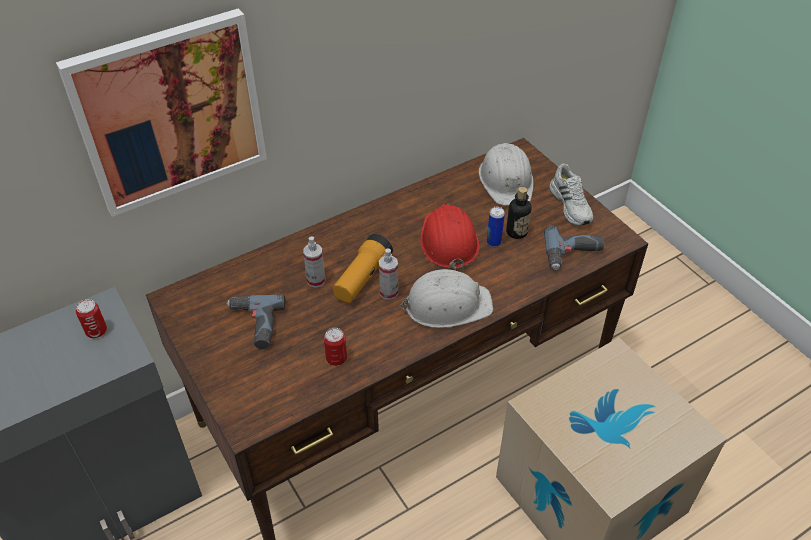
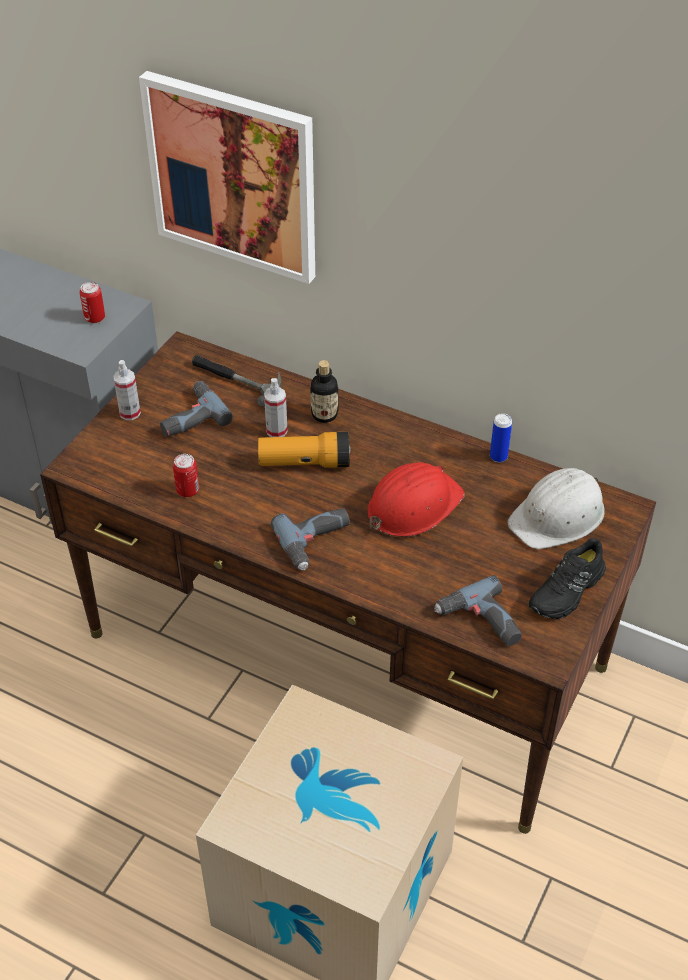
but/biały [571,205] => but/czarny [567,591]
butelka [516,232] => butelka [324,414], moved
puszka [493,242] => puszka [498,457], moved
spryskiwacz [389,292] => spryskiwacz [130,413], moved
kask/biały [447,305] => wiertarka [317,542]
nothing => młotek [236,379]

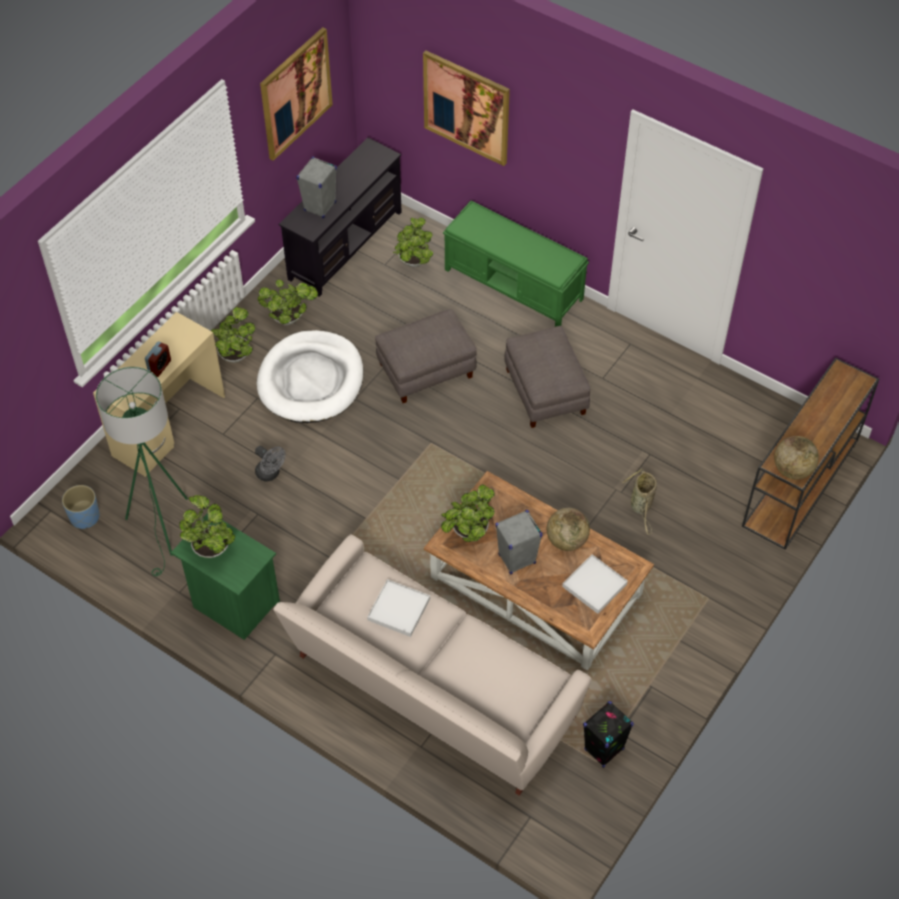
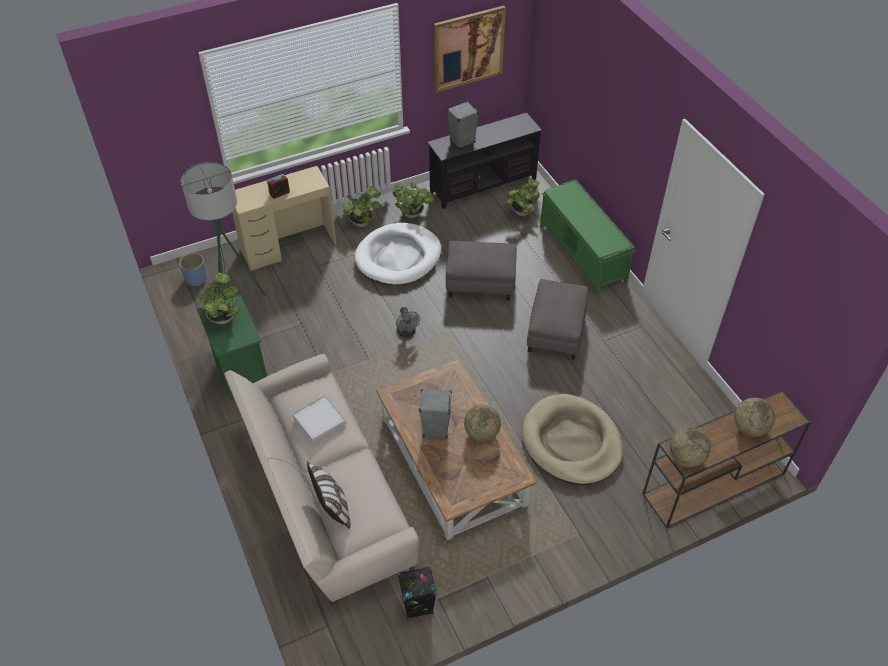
obraz [466,107] => nothing
wentylator/szary [270,474] => wentylator/szary [407,333], moved
koszyk [641,506] => legowisko/beżowy [571,442]
roślina doniczkowa [468,532] => nothing
taca/biały [594,585] => nothing
nothing => globus [749,428]
nothing => poduszka [333,508]

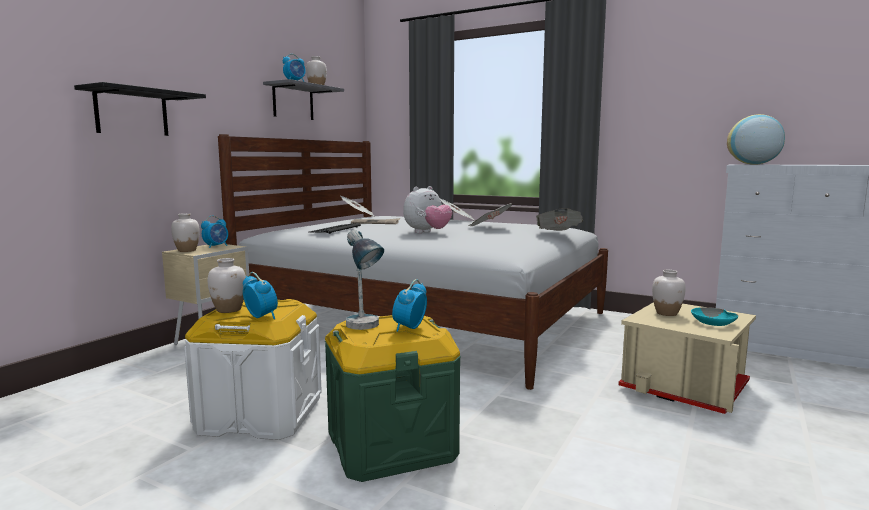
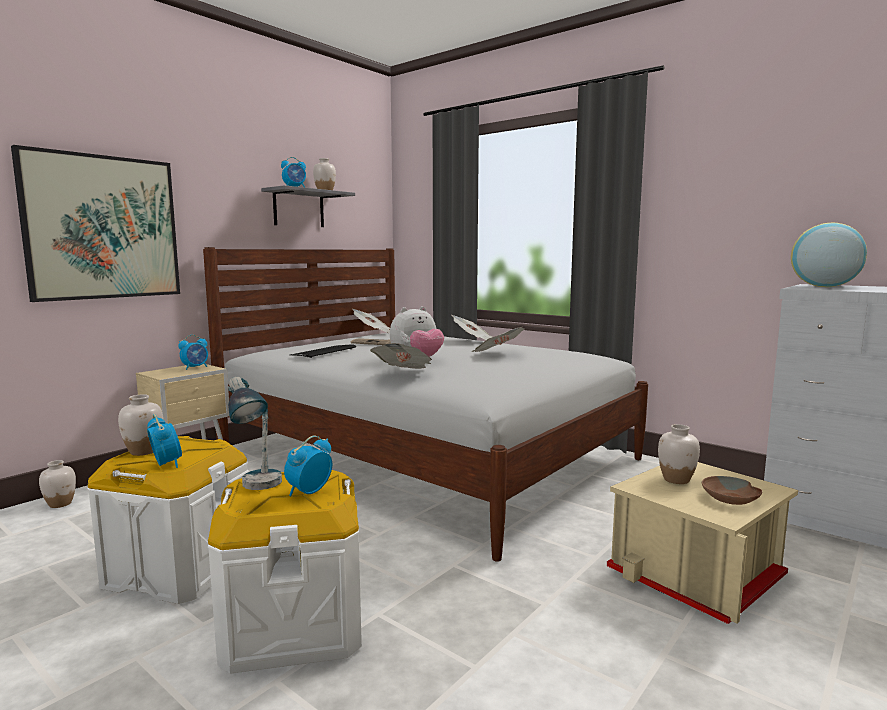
półka/czarny [132,113] => obraz [103,227]
gazeta [558,233] => gazeta [403,374], moved
wazon/biały [187,250] => wazon/biały [60,504], moved
miska/turkusowy [713,322] => miska/brązowy [730,498]
pojemnik do przechowywania/zielony [391,445] => pojemnik do przechowywania/biały [294,624]

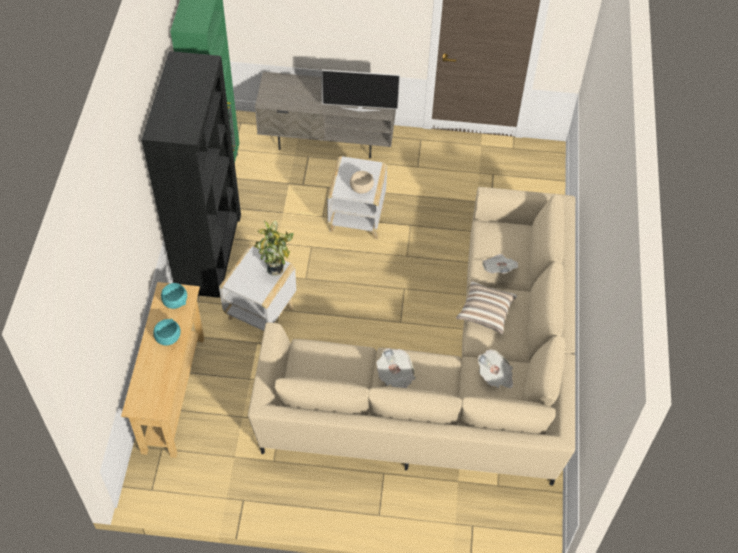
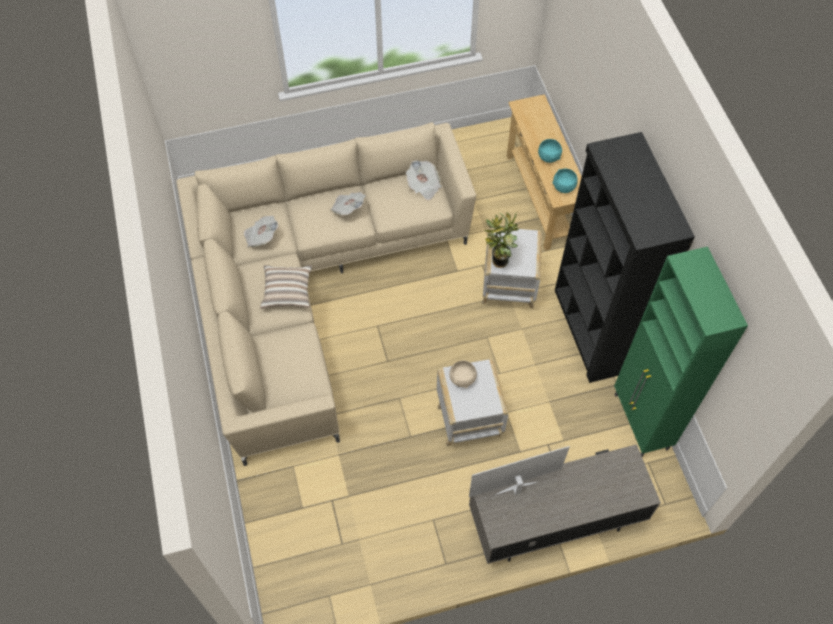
gazeta [498,269] => gazeta [423,186], moved

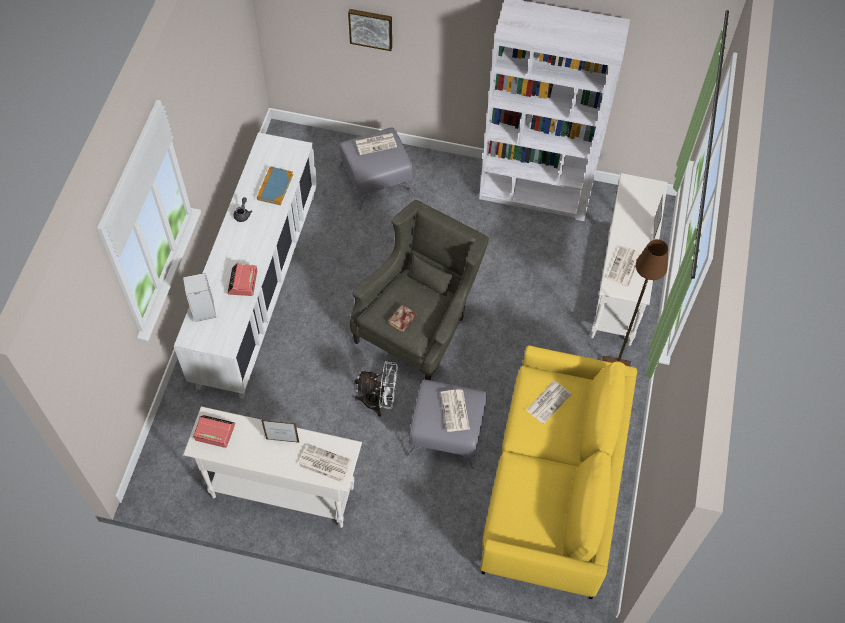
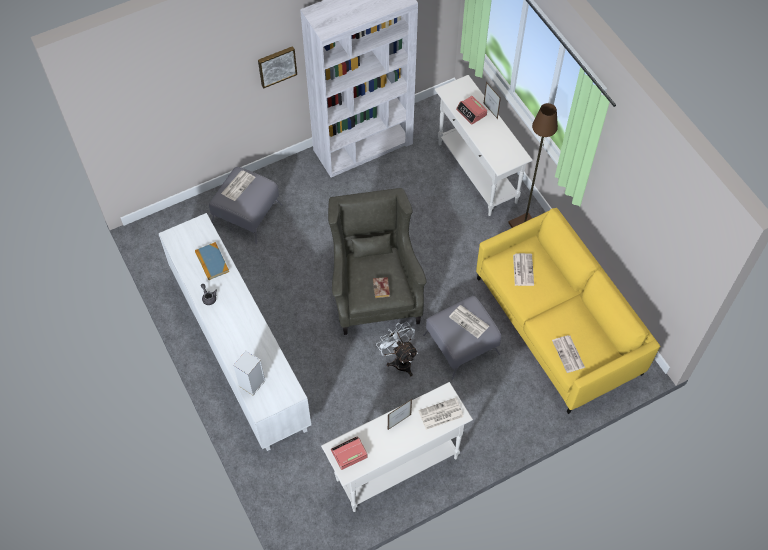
obraz [371,28] => obraz [276,65], moved
gazeta [624,267] => gazeta [569,354], moved
budzik [242,282] => budzik [471,112], moved
wentylator/biały [379,401] => wentylator/biały [399,360], 90 degrees counterclockwise

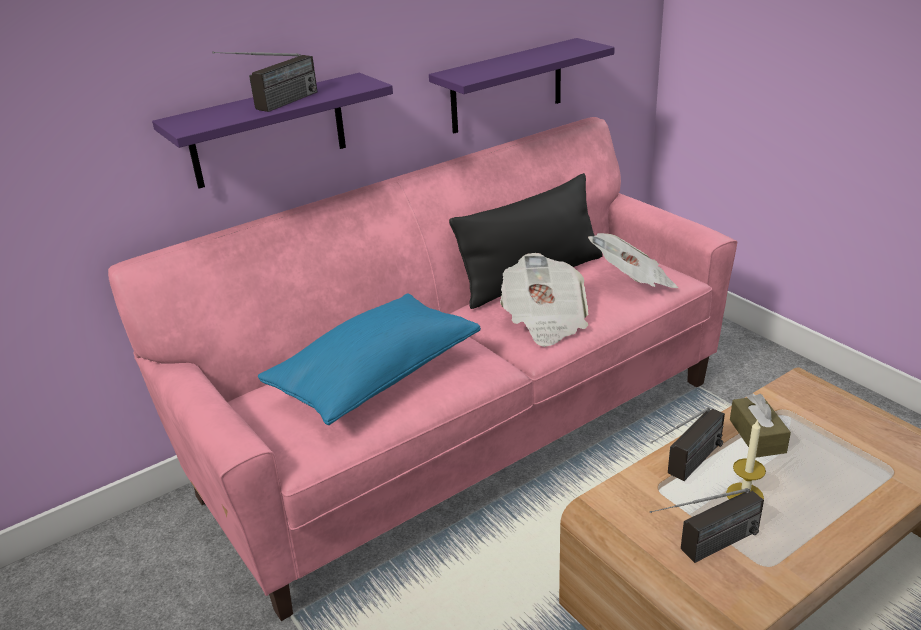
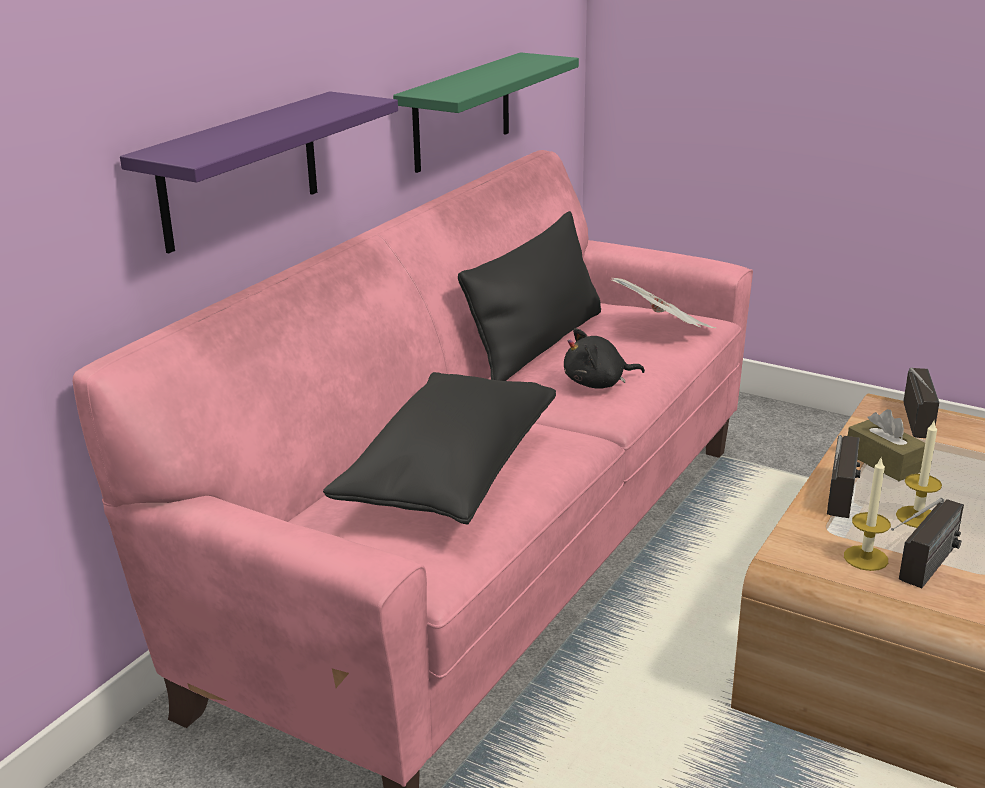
półka/fioletowy [507,86] => półka/zielony [462,112]
radio [274,106] => radio [923,430], moved
gazeta [544,321] => pluszak/czarny [598,383]
poduszka/niebieski [376,377] => poduszka/czarny [450,475]
nothing => świeca [865,558]

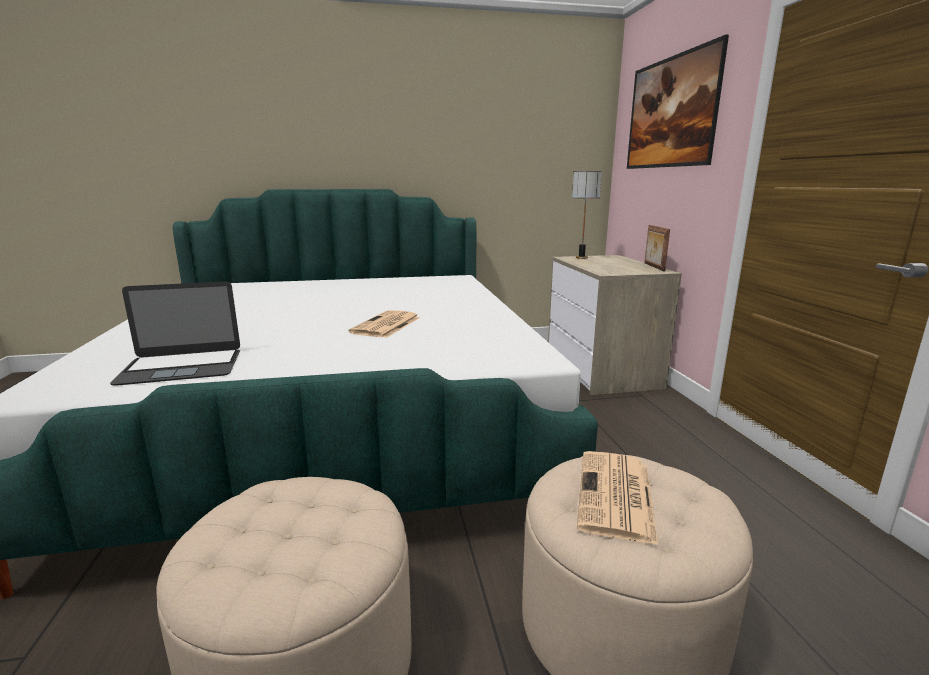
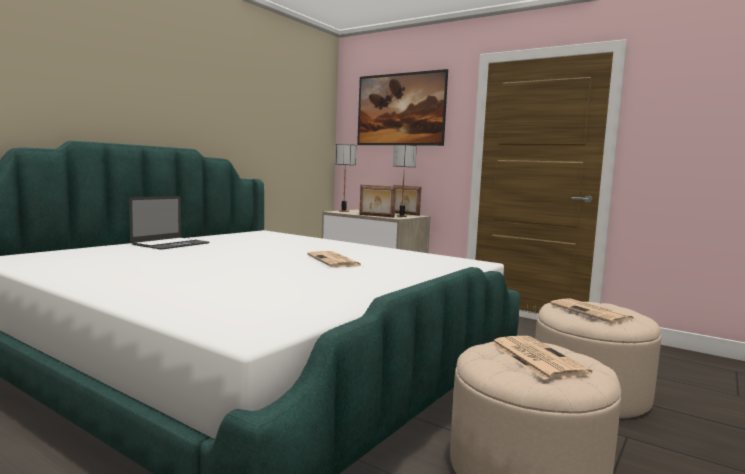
laptop [182,367] => laptop [170,244], moved
nothing => lampa stołowa [401,216]
nothing => ramka na zdjęcie [376,216]
nothing => gazeta [535,358]

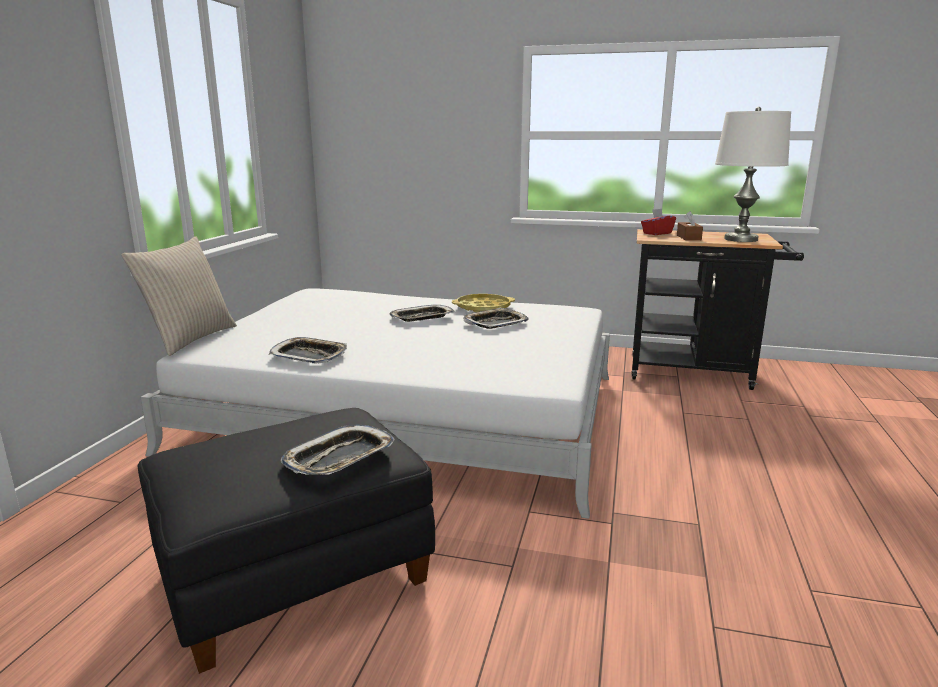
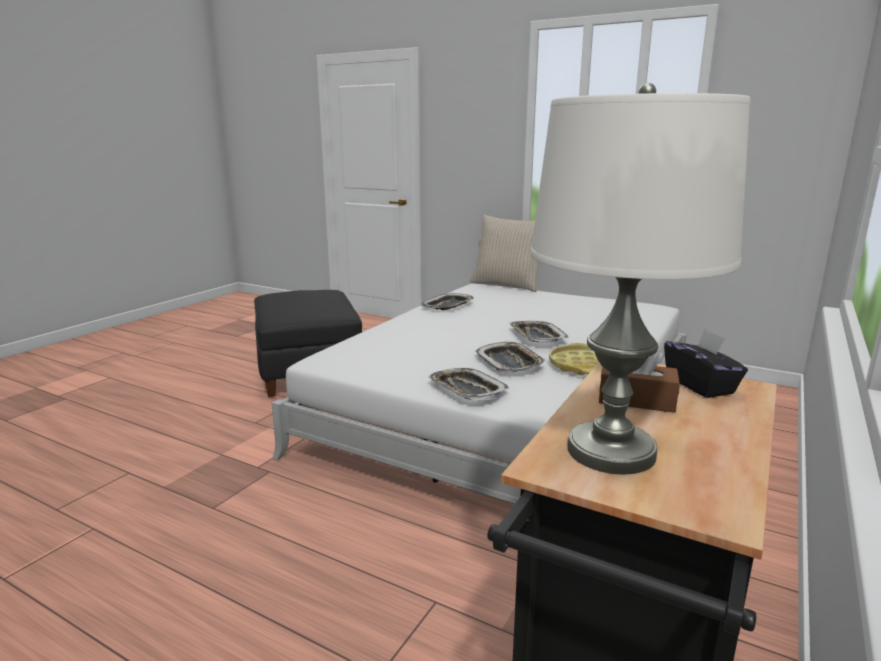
pudełko chusteczek/czerwony [657,233] => pudełko chusteczek/czarny [700,385]
taca [340,458] => taca [467,389], moved

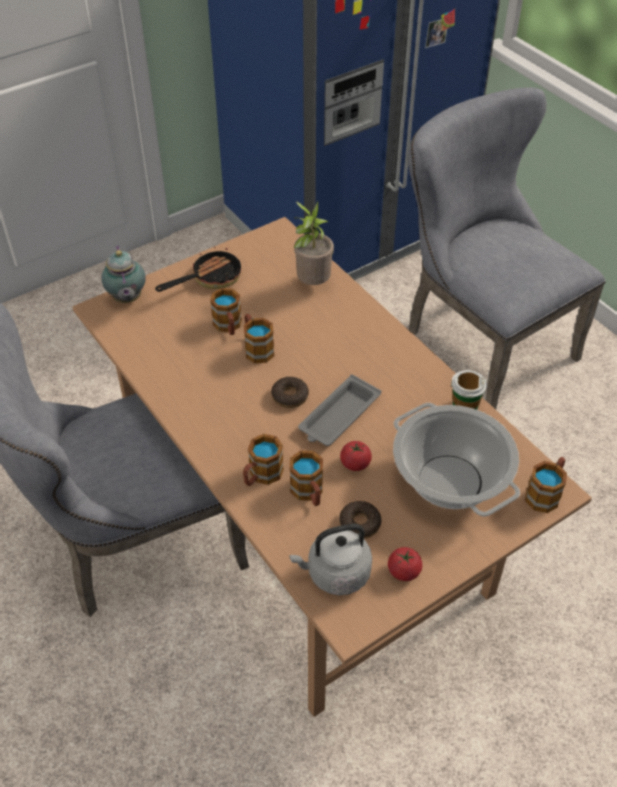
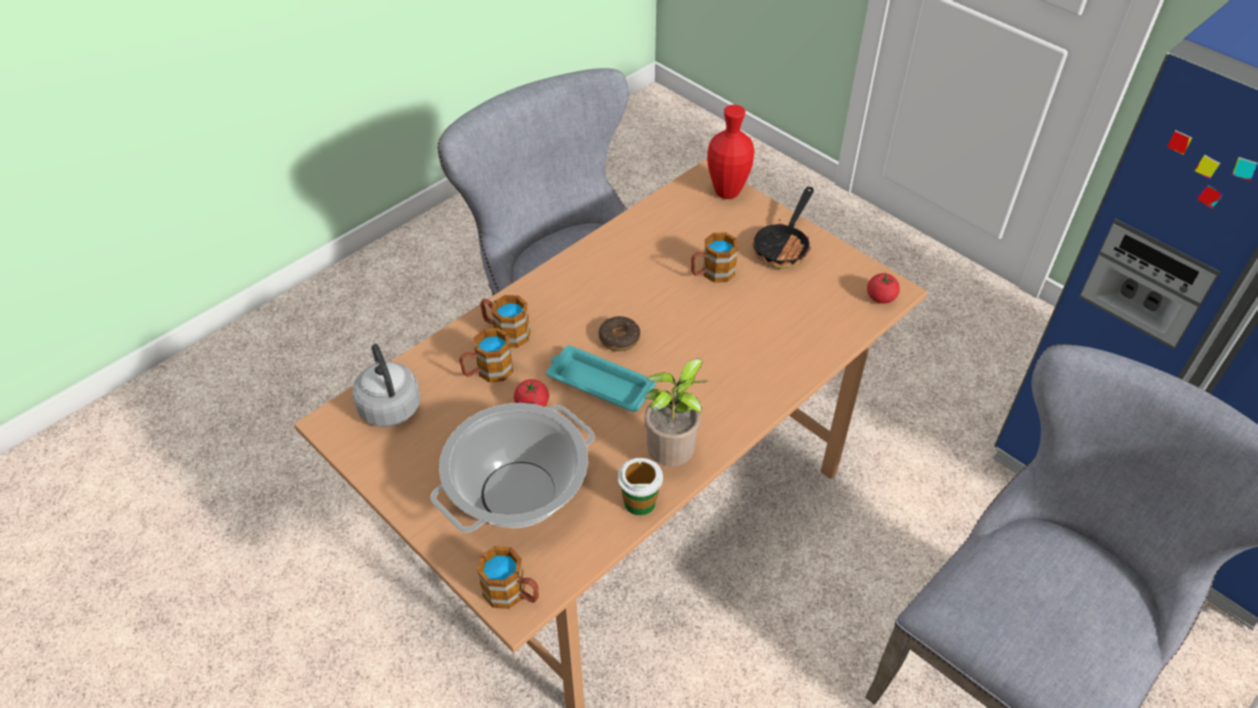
roślina doniczkowa [312,283] => roślina doniczkowa [673,457], moved
patelnia [210,278] => patelnia [784,246], 75 degrees clockwise
imbryk [127,299] => wazon/czerwony [727,192]
kubek [256,348] => nothing
taca/szary [338,416] => taca/turkusowy [598,383]
donut [359,523] => nothing
pomidor [404,571] => pomidor [880,297], moved

